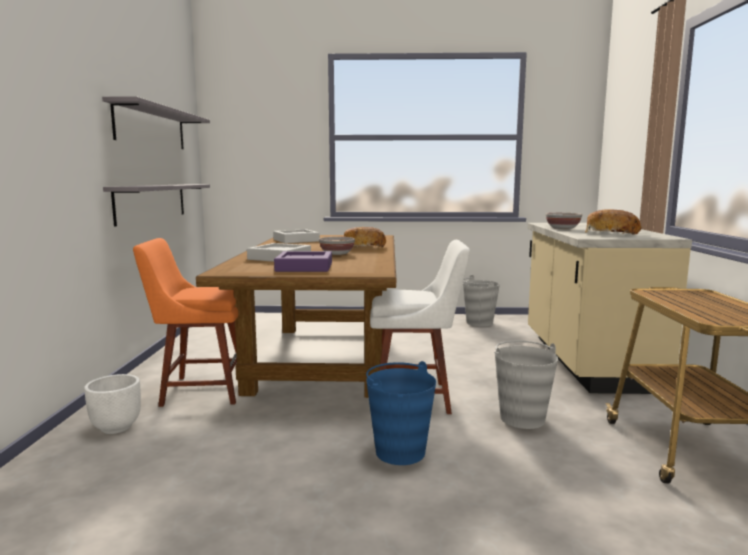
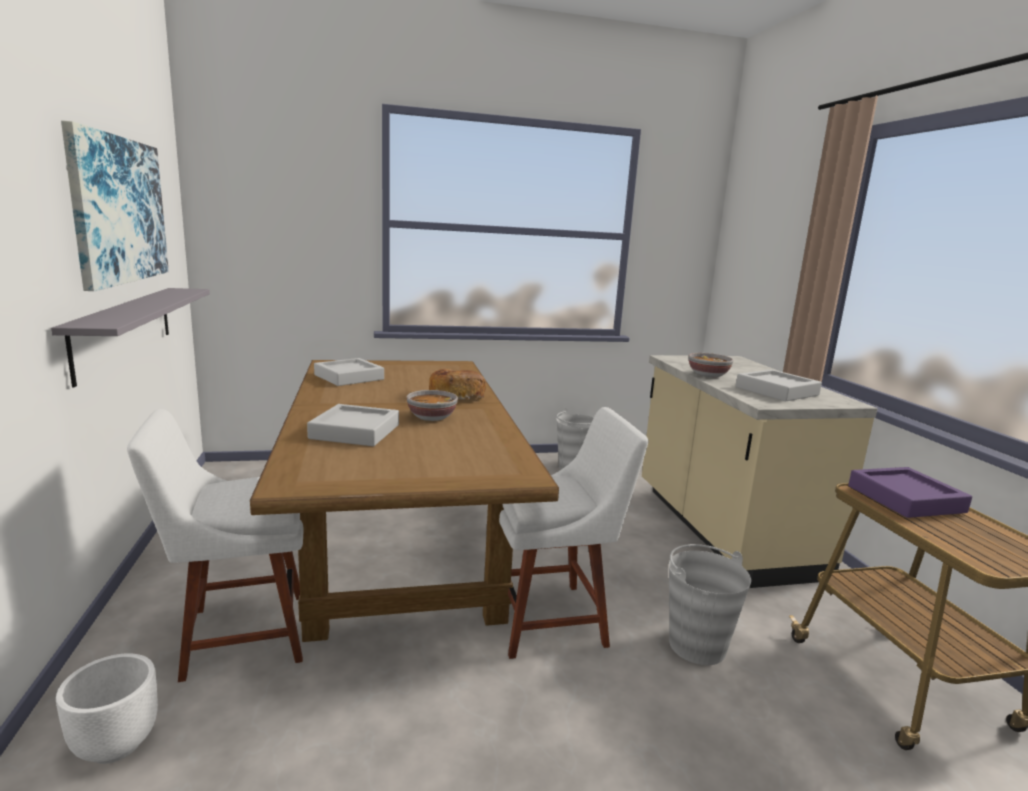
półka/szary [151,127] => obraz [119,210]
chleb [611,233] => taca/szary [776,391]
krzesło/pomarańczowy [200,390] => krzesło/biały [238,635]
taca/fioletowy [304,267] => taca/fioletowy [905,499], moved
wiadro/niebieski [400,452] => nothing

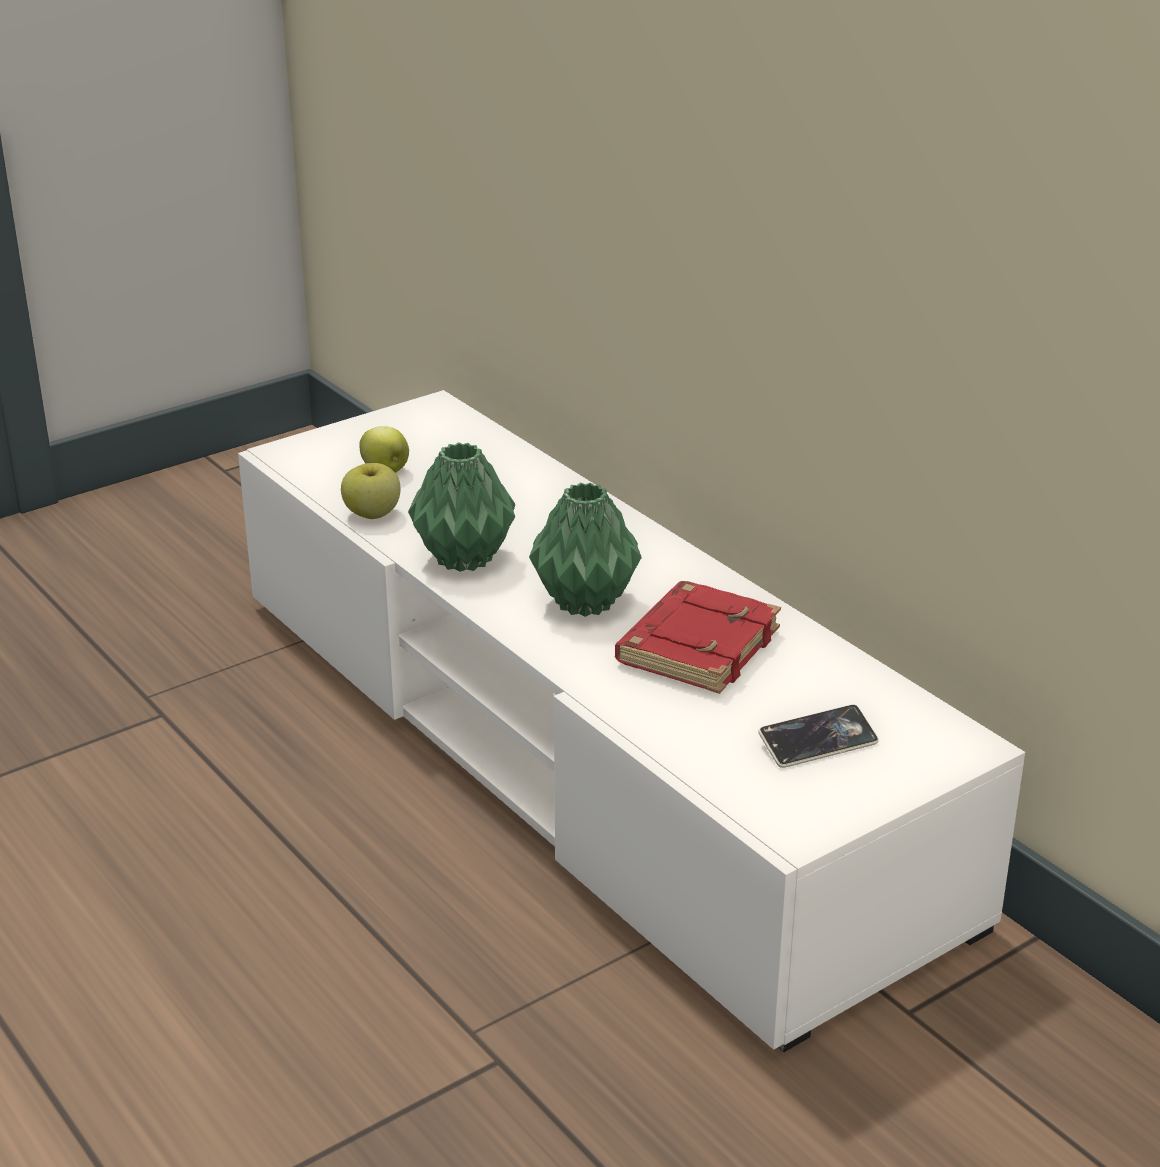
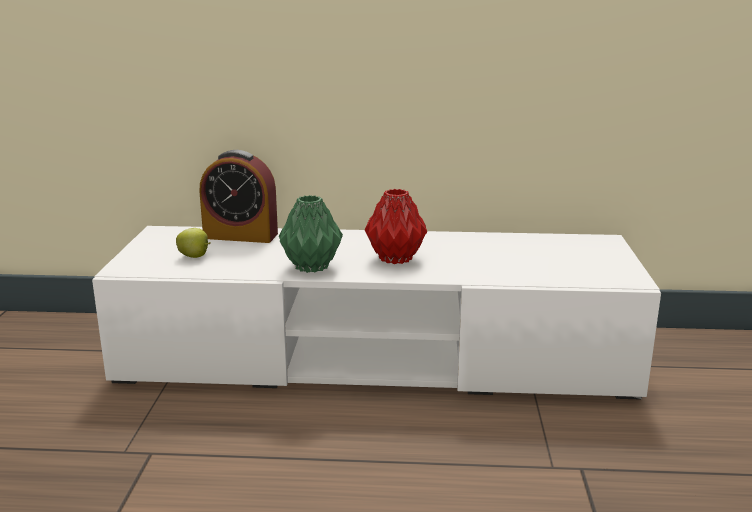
jabłko [372,514] => nothing
wazon/zielony [583,602] => wazon/czerwony [395,259]
książka/czerwony [696,646] => nothing
telefon [818,742] => nothing
nothing => budzik [240,236]

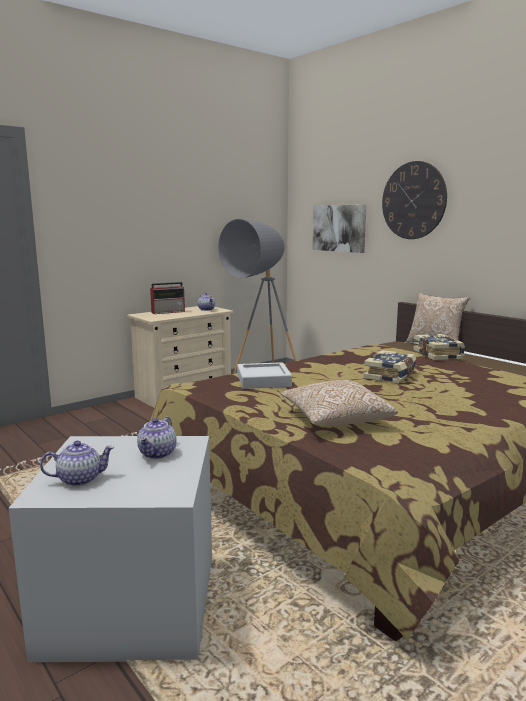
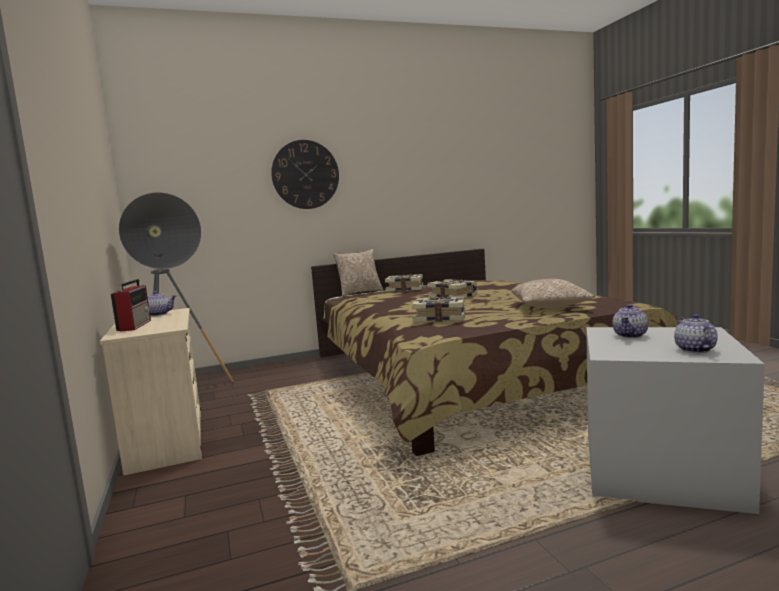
obraz [339,228] => nothing
taca/szary [263,380] => książka [440,318]
imbryk [158,454] => imbryk [630,335], 90 degrees clockwise

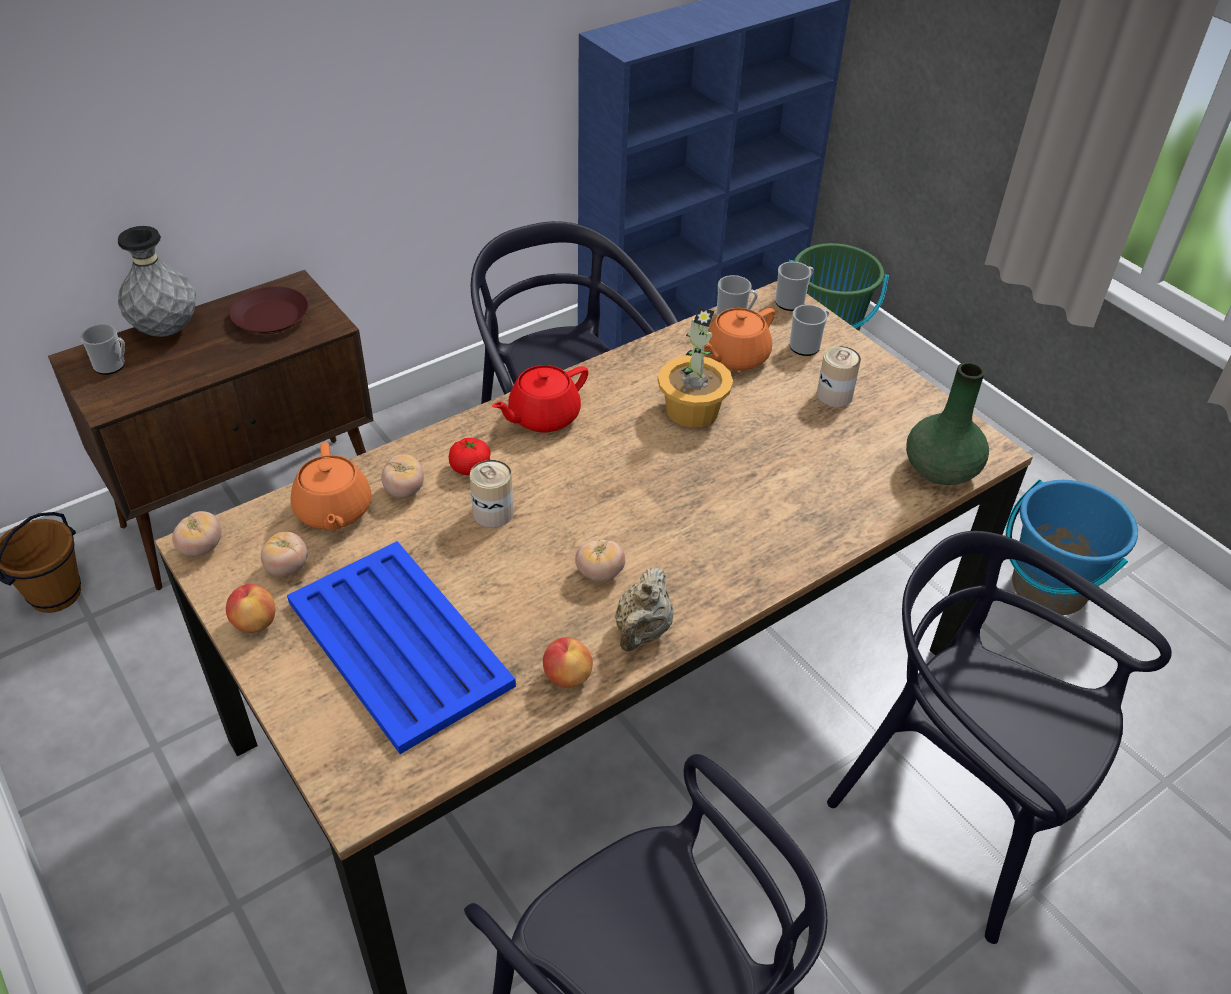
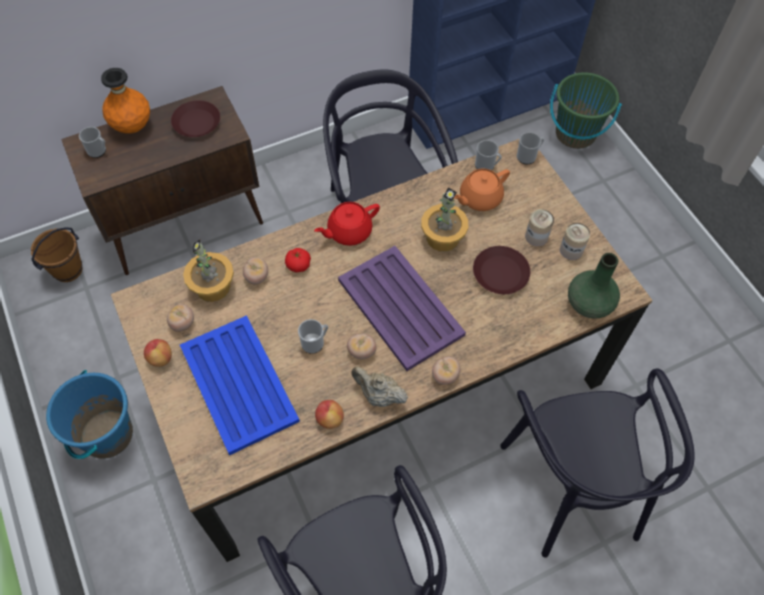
wazon/szary [166,330] => wazon/pomarańczowy [132,127]
kubek [807,345] => kubek [315,342], moved
imbryk/pomarańczowy [333,511] => roślina doniczkowa [213,287]
puszka [493,513] => puszka [571,250], moved
wiadro/niebieski [1048,588] => wiadro/niebieski [107,434], moved
pomidor [201,548] => pomidor [445,375], moved
krzesło/czarny [957,811] => krzesło/czarny [572,487], 150 degrees counterclockwise
imbryk/beżowy [642,631] => imbryk/beżowy [378,395], 90 degrees clockwise
nothing => taca/fioletowy [400,306]
nothing => talerz/brązowy [499,274]

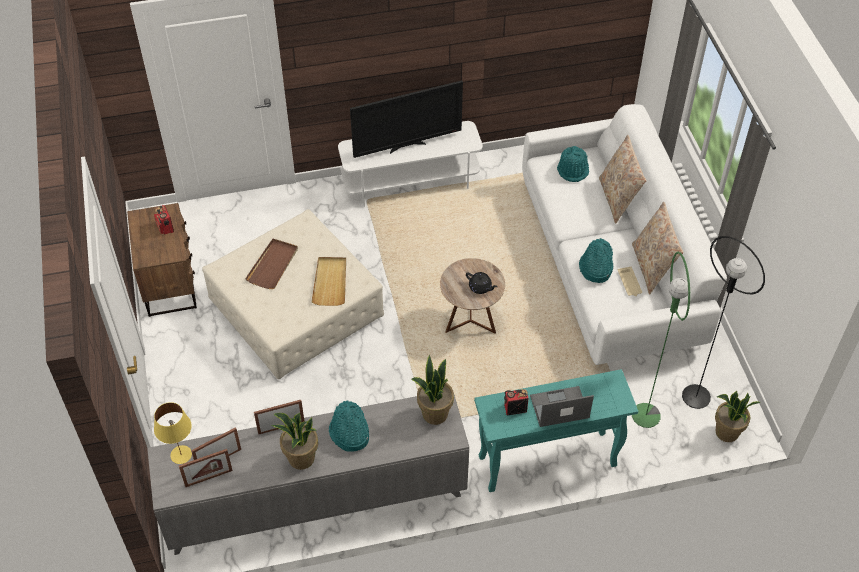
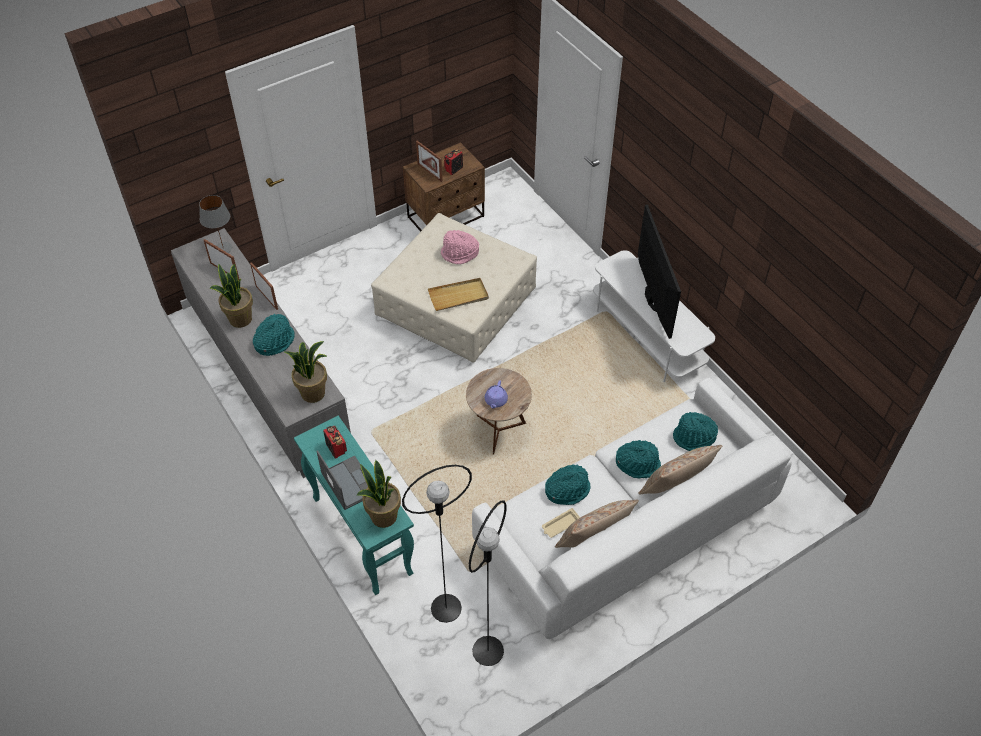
telewizor [407,146] => telewizor [651,298], 150 degrees counterclockwise
taca/brązowy [273,265] => kapelusz/różowy [460,254]
lampa stojąca/zielony [646,415] => lampa stojąca/czarny [446,608]
imbryk/czarny [480,287] => imbryk/fioletowy [495,401]
roślina doniczkowa [727,433] => roślina doniczkowa [383,516], moved
lampa stołowa/żółty [181,455] => lampa stołowa/szary [223,248]
ramka na zdjęcie [208,478] => ramka na zdjęcie [429,172], moved
nothing => kapelusz/turkusowy [638,463]

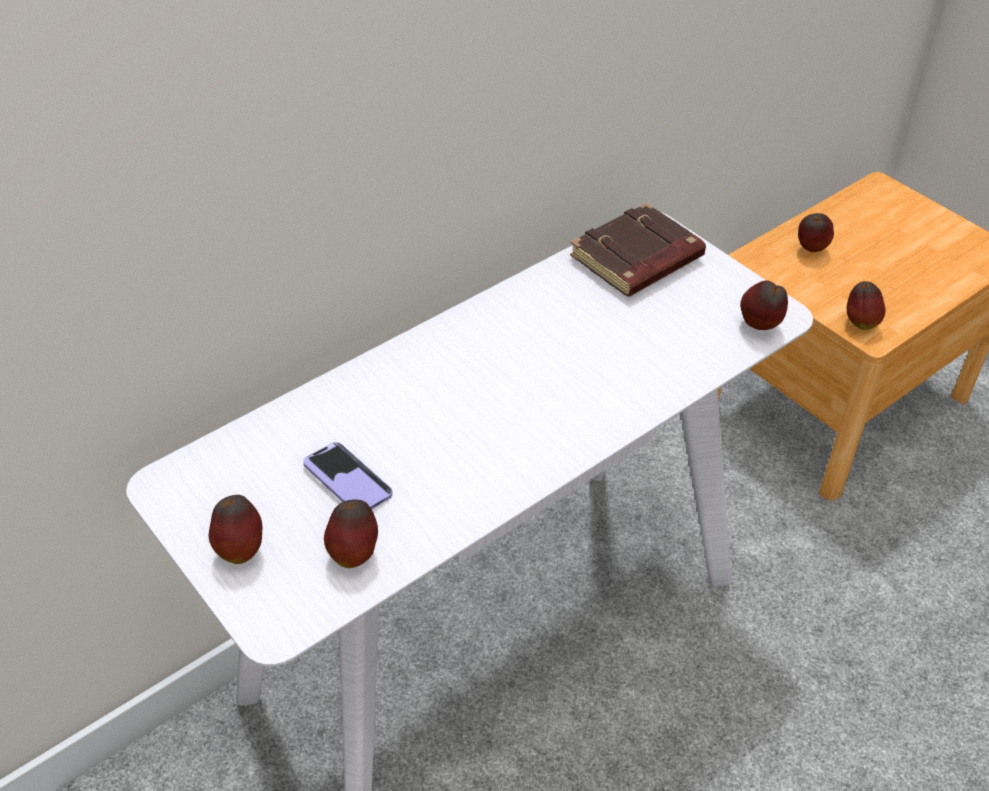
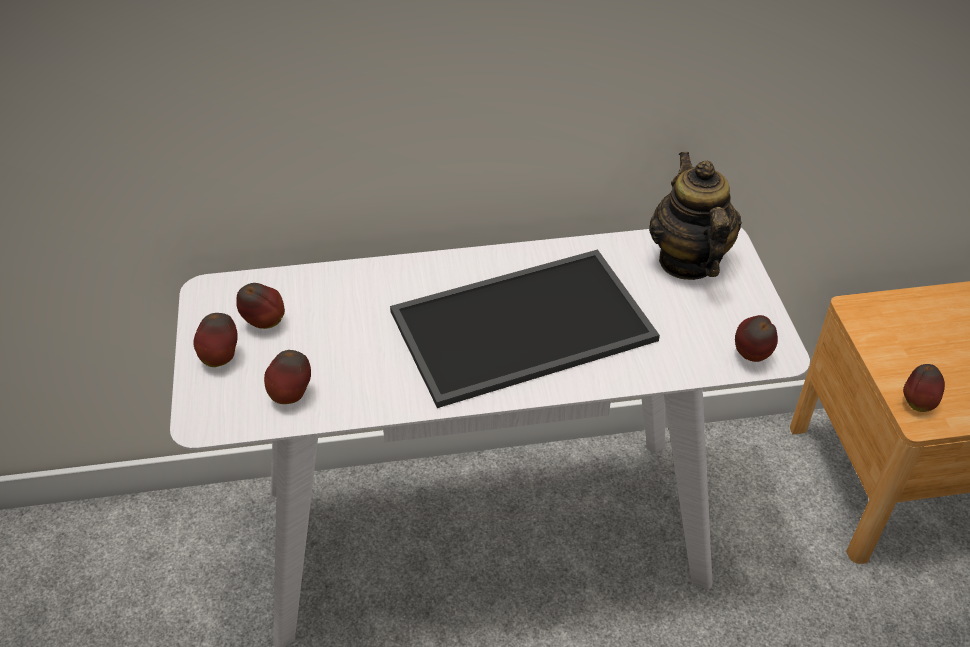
książka/brązowy [637,259] => imbryk [688,261]
jabłko [810,249] => jabłko [264,324], moved
telefon [347,480] => nothing
nothing => taca [522,329]

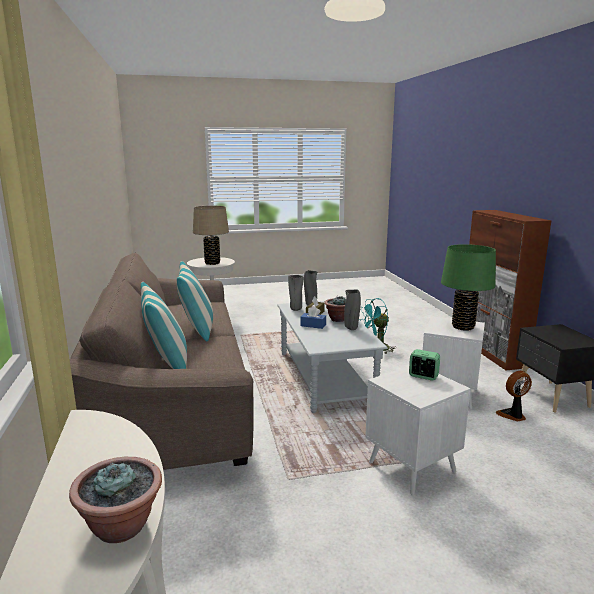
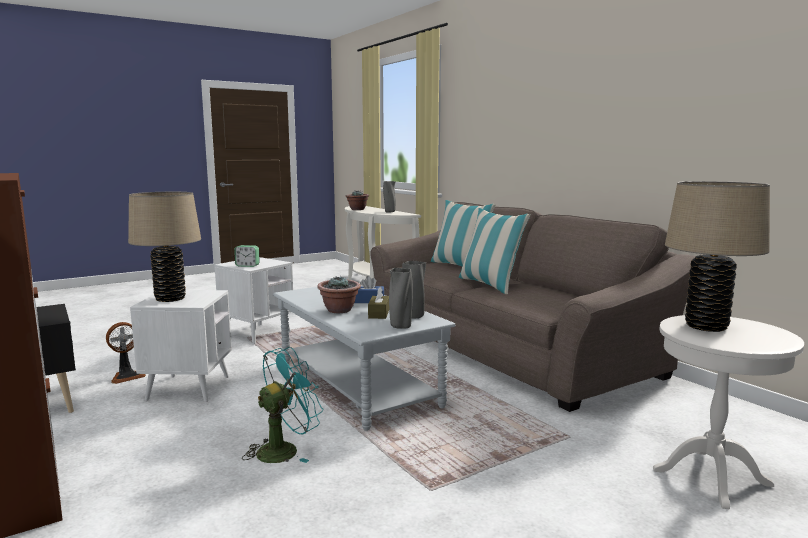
lampa stołowa/zielony [463,327] => lampa stołowa/beżowy [170,298]
wazon/szary [351,328] => wazon/szary [389,212], moved

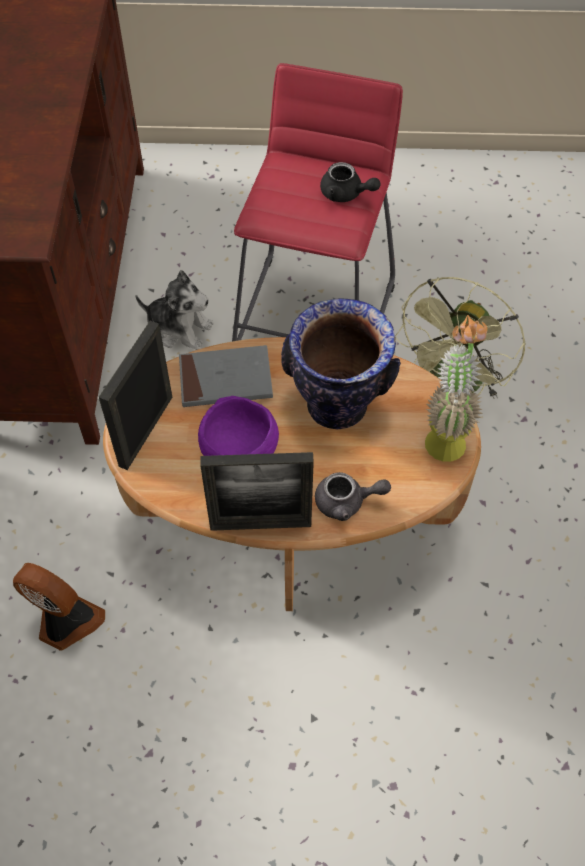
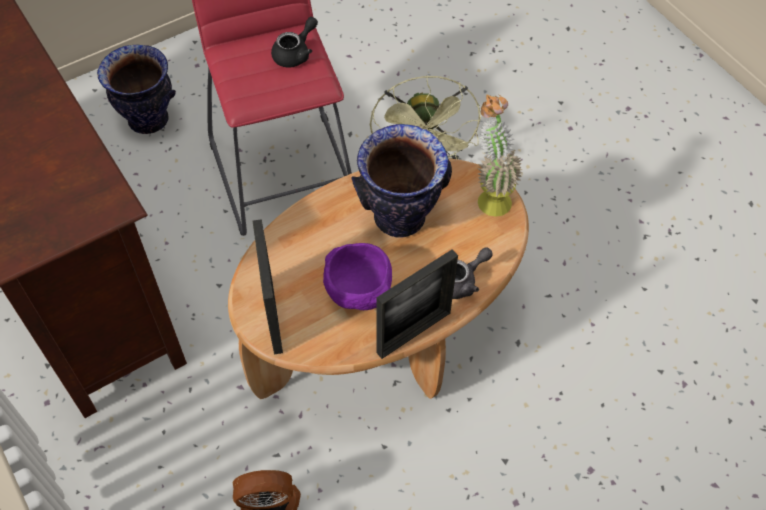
imbryk/czarny [346,194] => imbryk/czarny [295,53], 45 degrees counterclockwise
pluszak [179,328] => nothing
książka/szary [225,380] => nothing
nothing => wazon [149,119]

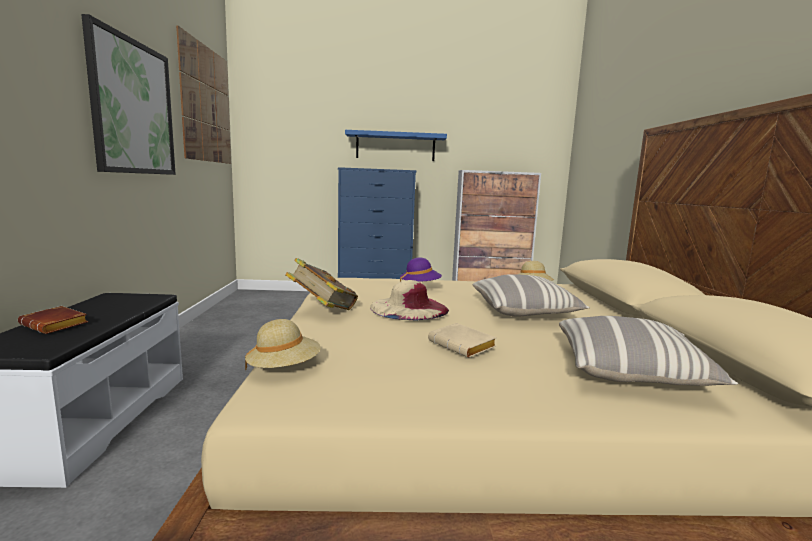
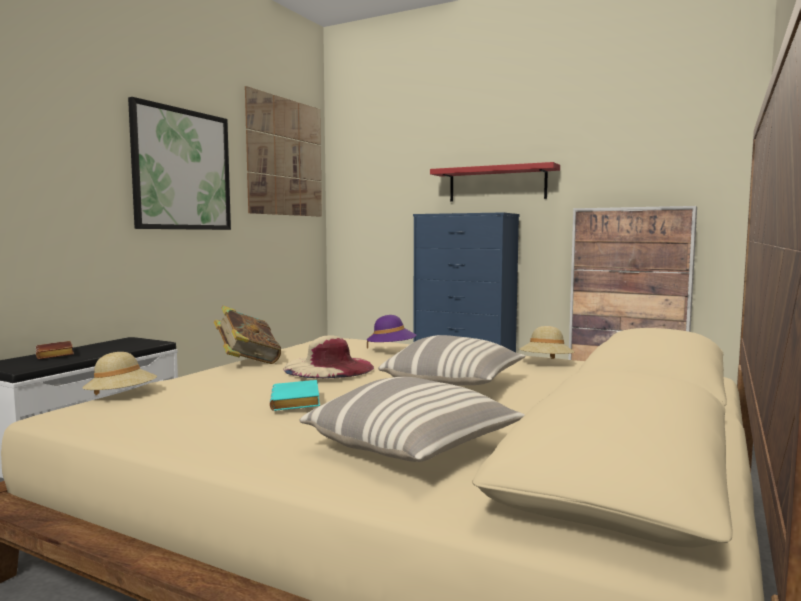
półka/niebieski [395,146] => półka/czerwony [497,184]
książka/beżowy [464,345] => książka/turkusowy [297,402]

